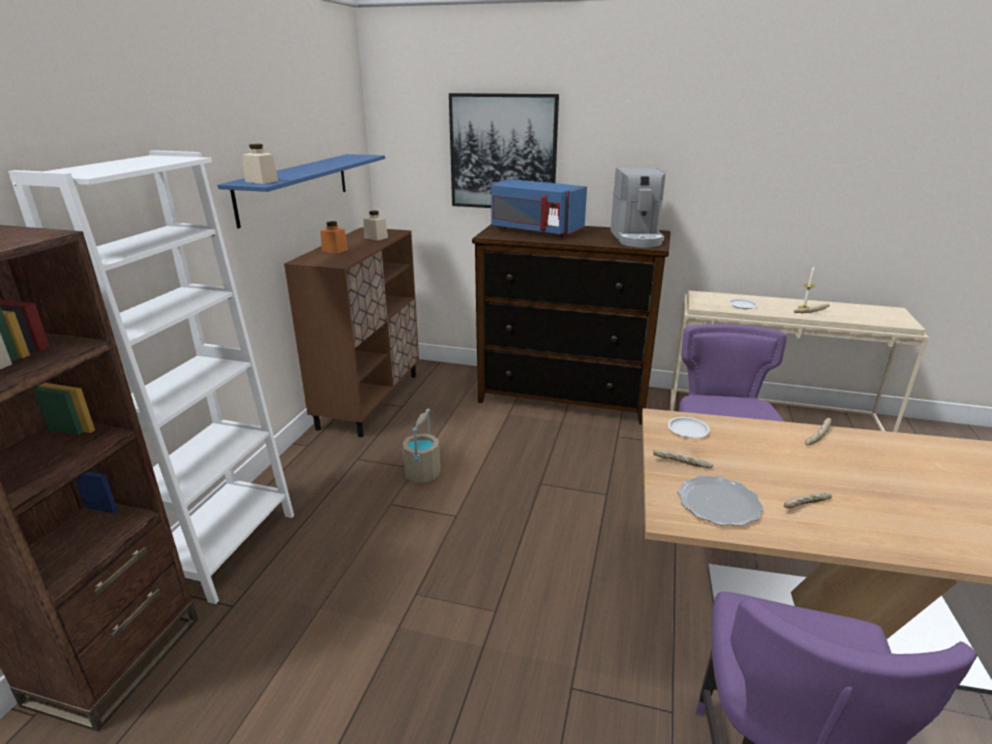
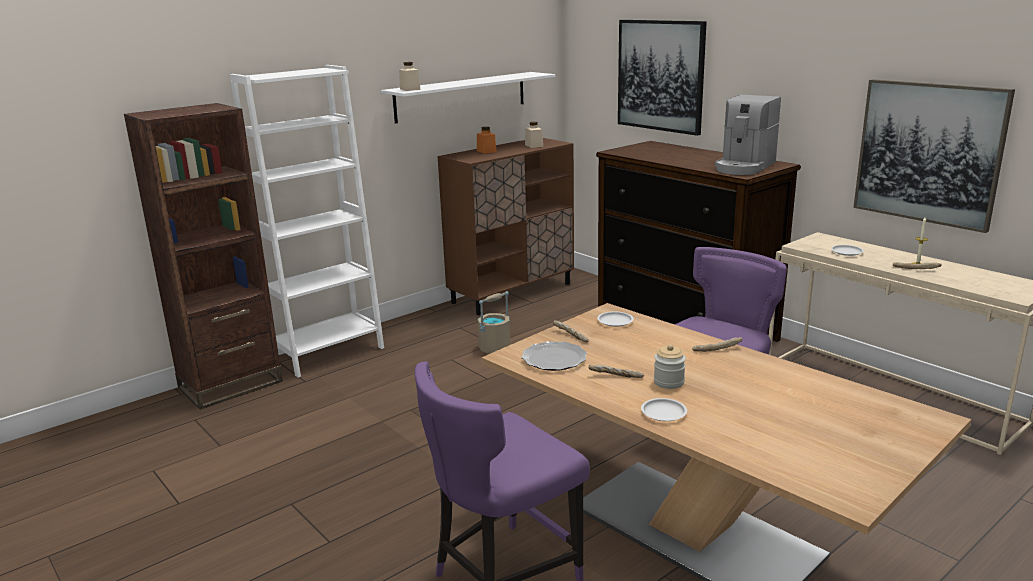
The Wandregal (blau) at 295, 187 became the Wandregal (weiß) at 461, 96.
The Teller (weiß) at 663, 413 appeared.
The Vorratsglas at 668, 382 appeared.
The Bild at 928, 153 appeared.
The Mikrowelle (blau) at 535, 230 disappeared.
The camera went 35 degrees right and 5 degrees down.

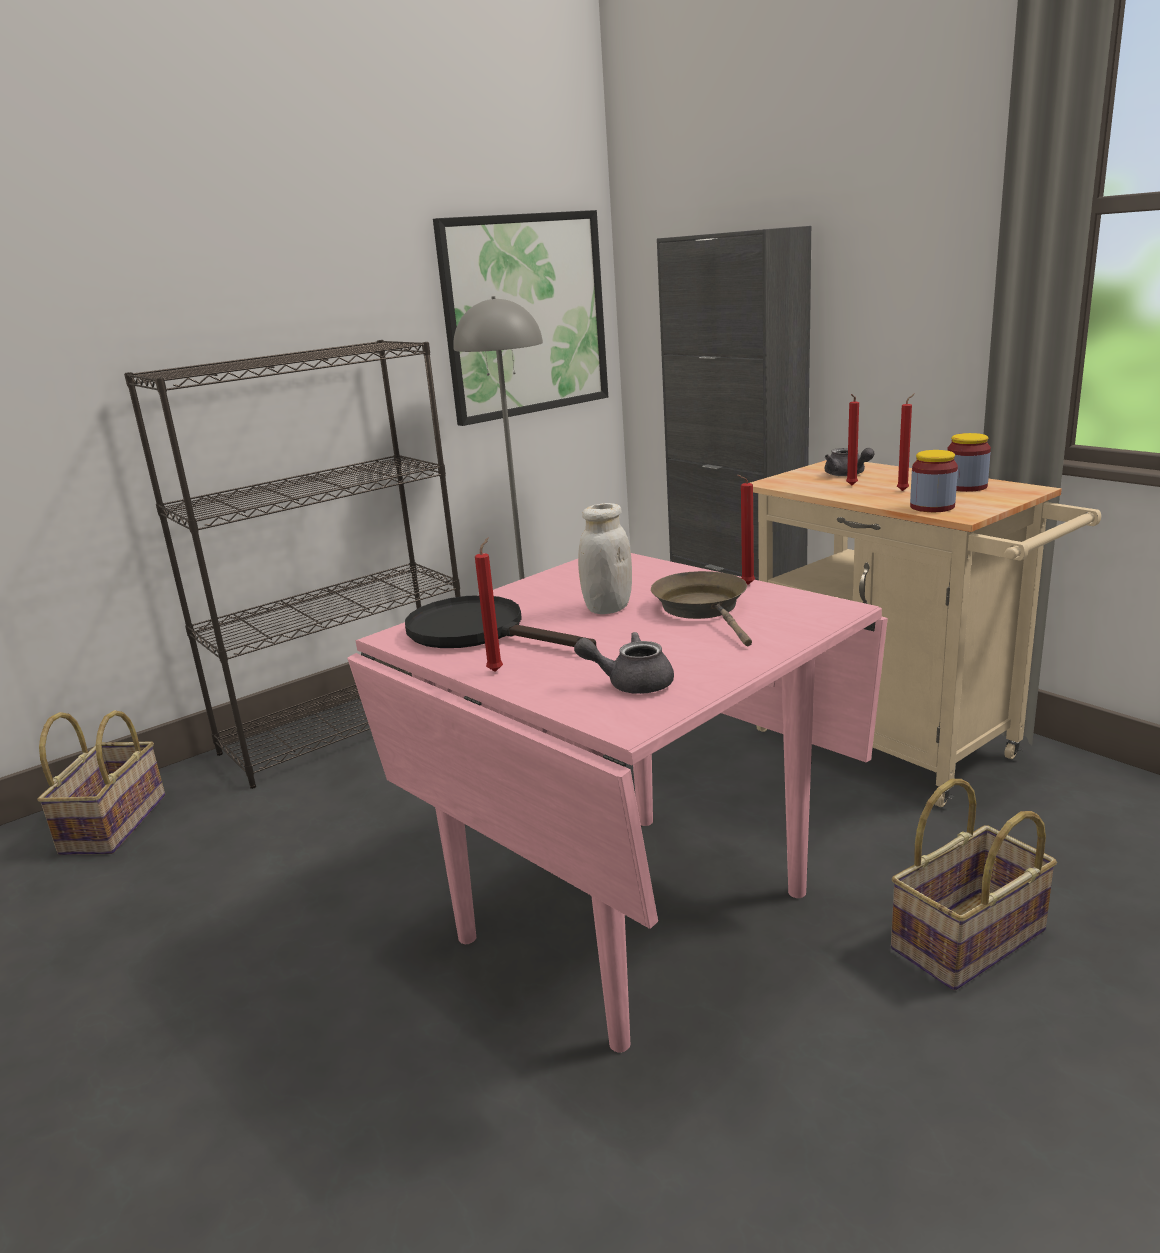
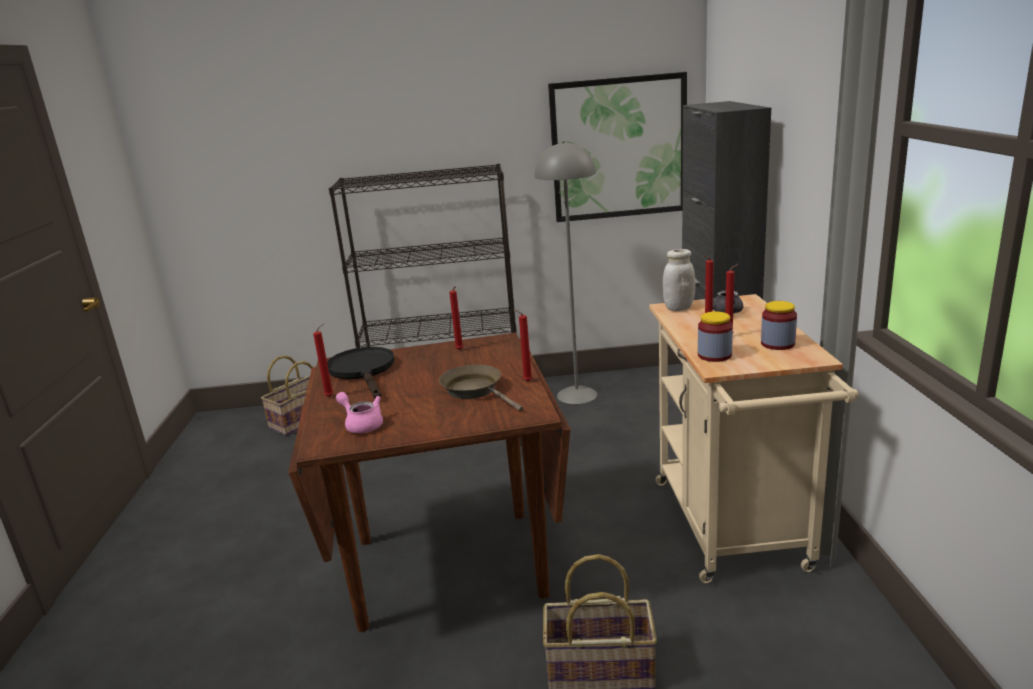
The Esstisch (rosa) at 632, 914 became the Esstisch (braun) at 448, 565.
The Teekanne (grau) at 631, 683 became the Teekanne (rosa) at 362, 424.
The Pfanne (braun) at 703, 609 turned 60 degrees counterclockwise.
The Kerze (rot) at 460, 350 appeared.
The Vorratsglas (weiß) moved from 607, 608 to 678, 308.
The camera went 35 degrees right and 0 degrees up.

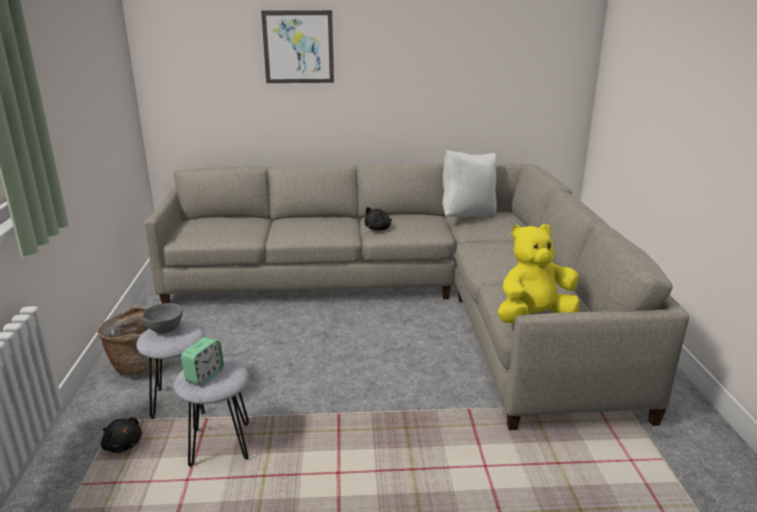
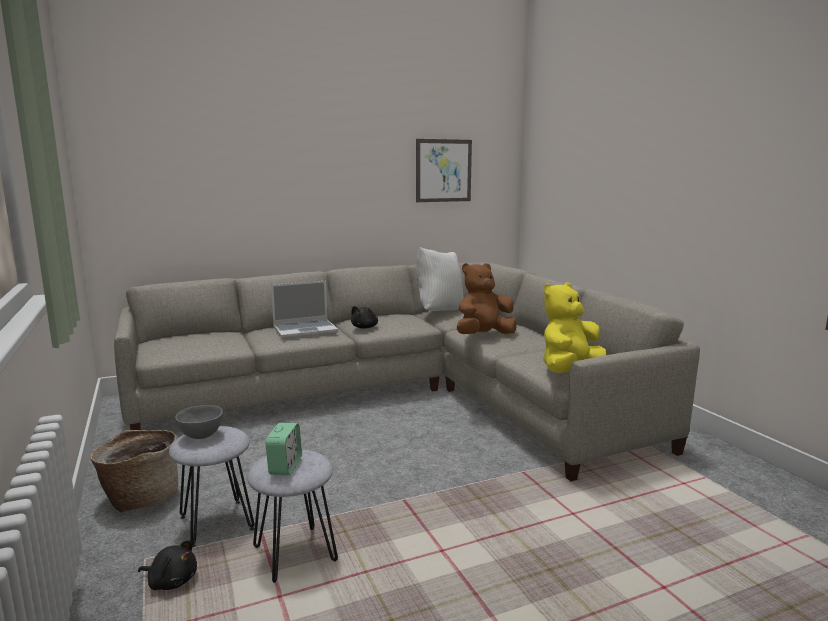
The Laptop at 306, 330 appeared.
The Bild moved from 298, 47 to 443, 170.
The Plüschtier (braun) at 483, 336 appeared.
The camera went 20 degrees left and 10 degrees down.

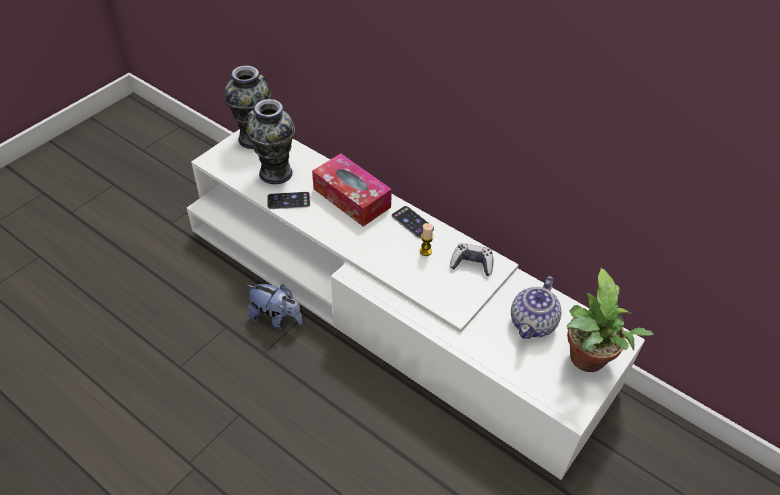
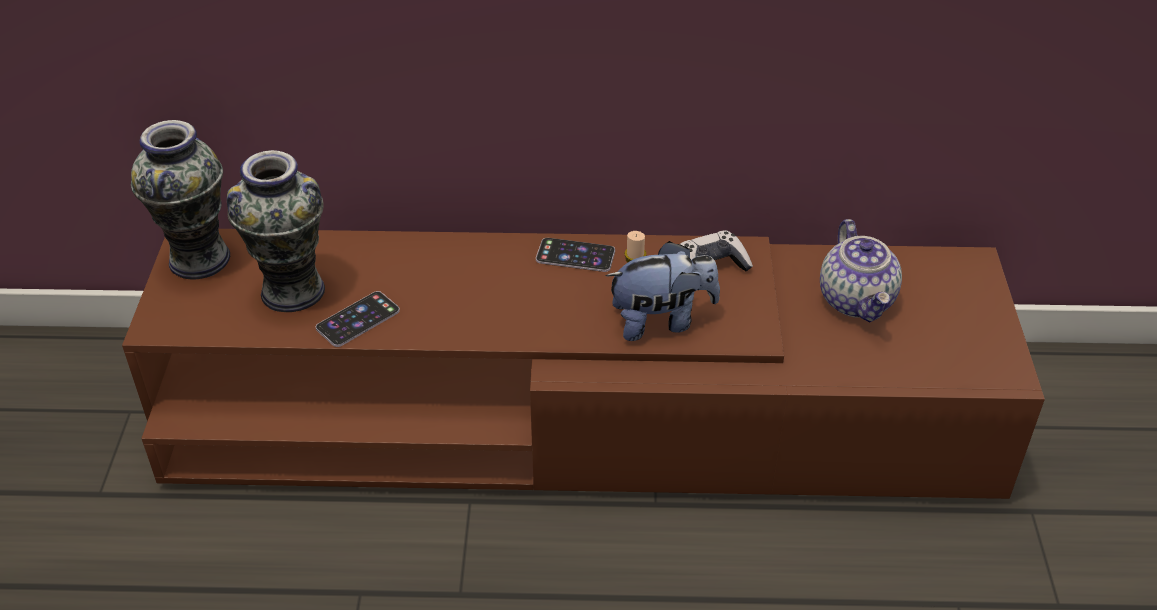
The Fernsehschrank (weiß) at 387, 305 became the Fernsehschrank (braun) at 578, 417.
The Plüschtier moved from 276, 318 to 661, 321.
The Taschentuchbox at 351, 198 disappeared.
The Topfpflanze at 588, 362 disappeared.
The camera went 35 degrees left and 5 degrees down.

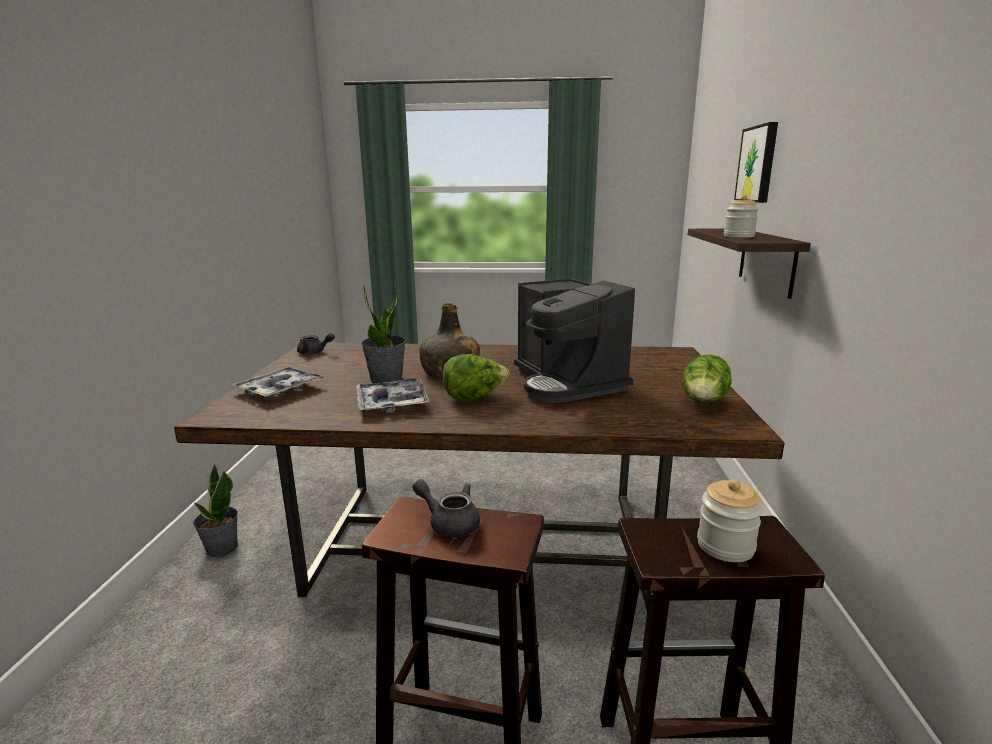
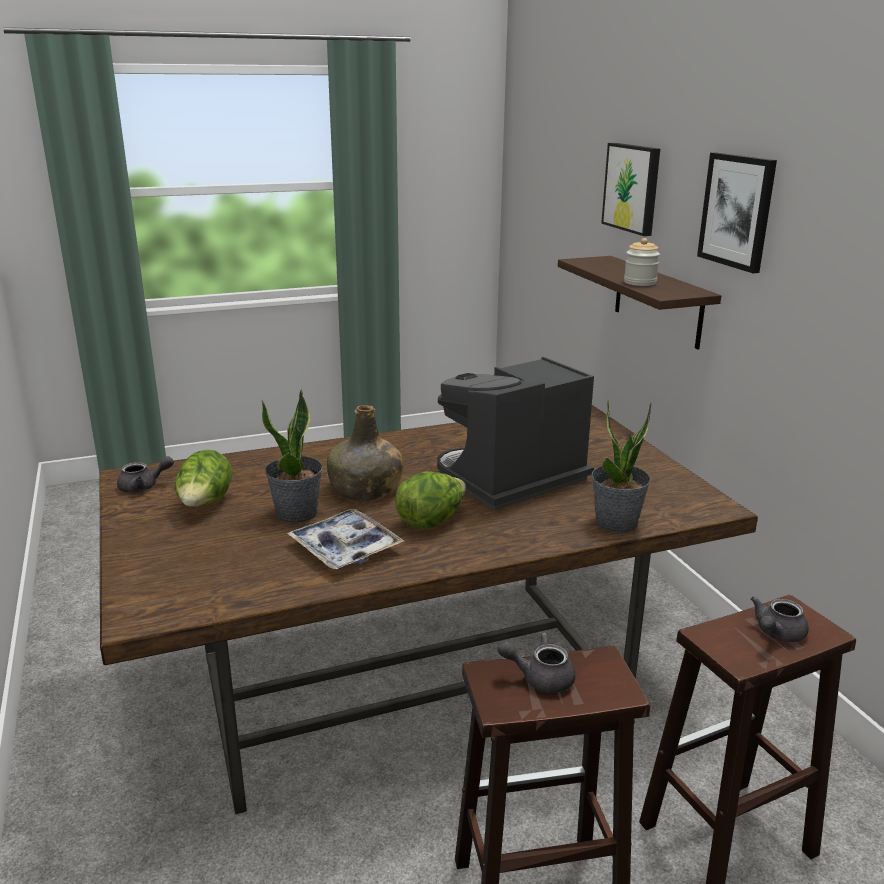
The Salatkopf moved from 703, 403 to 205, 505.
The Kaffeemaschine at 567, 383 turned 105 degrees clockwise.
The Topfpflanze moved from 221, 548 to 616, 523.
The Bild at 737, 211 appeared.
The Vorratsglas at 725, 546 was replaced by the Teekanne (grau) at 776, 634.
The Tablett at 280, 390 disappeared.
The camera went 25 degrees left and 5 degrees up.

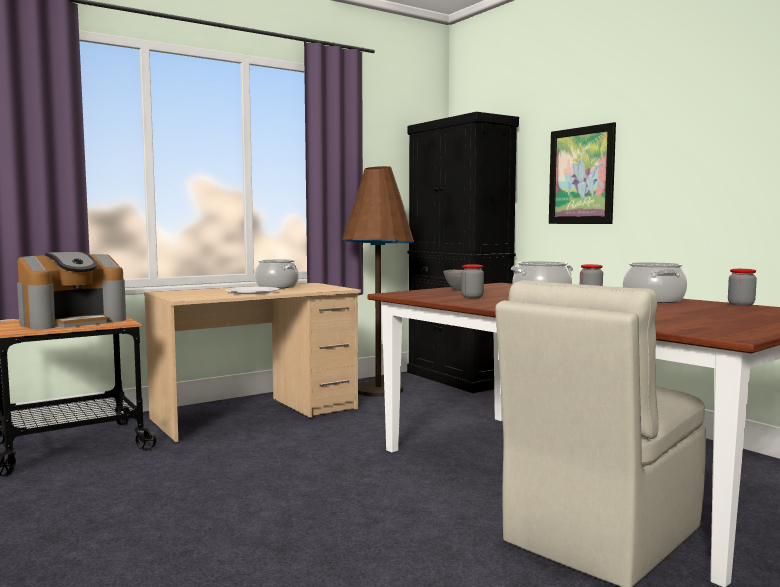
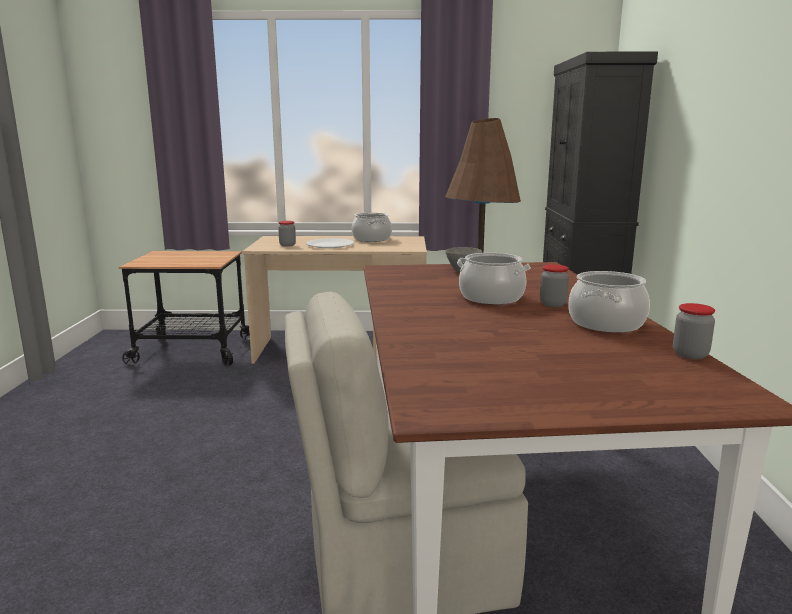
The Vorratsglas moved from 472, 297 to 287, 245.
The Kaffeemaschine at 73, 321 disappeared.
The Bild at 581, 176 disappeared.
The camera went 35 degrees right and 10 degrees up.

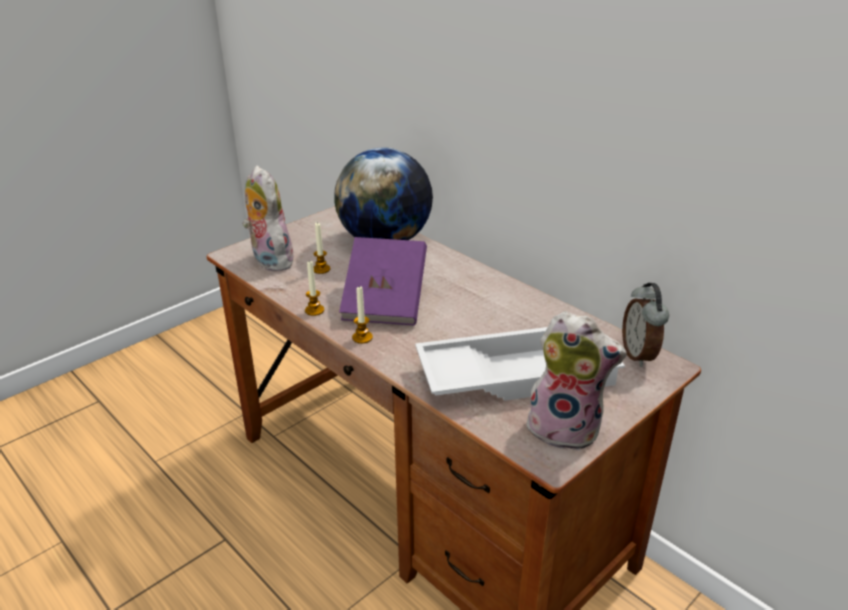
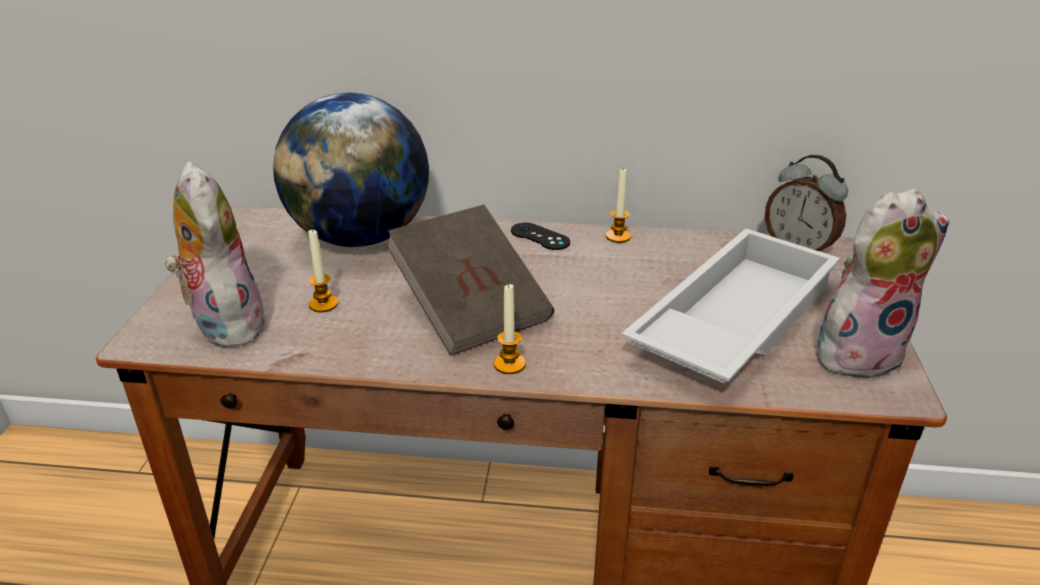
The Plüschtier at 269, 260 turned 45 degrees clockwise.
The Buch (lila) at 385, 301 became the Buch (braun) at 471, 308.
The Gamepad (schwarz) at 540, 237 appeared.
The Kerze moved from 314, 310 to 618, 237.
The camera went 40 degrees left and 0 degrees up.

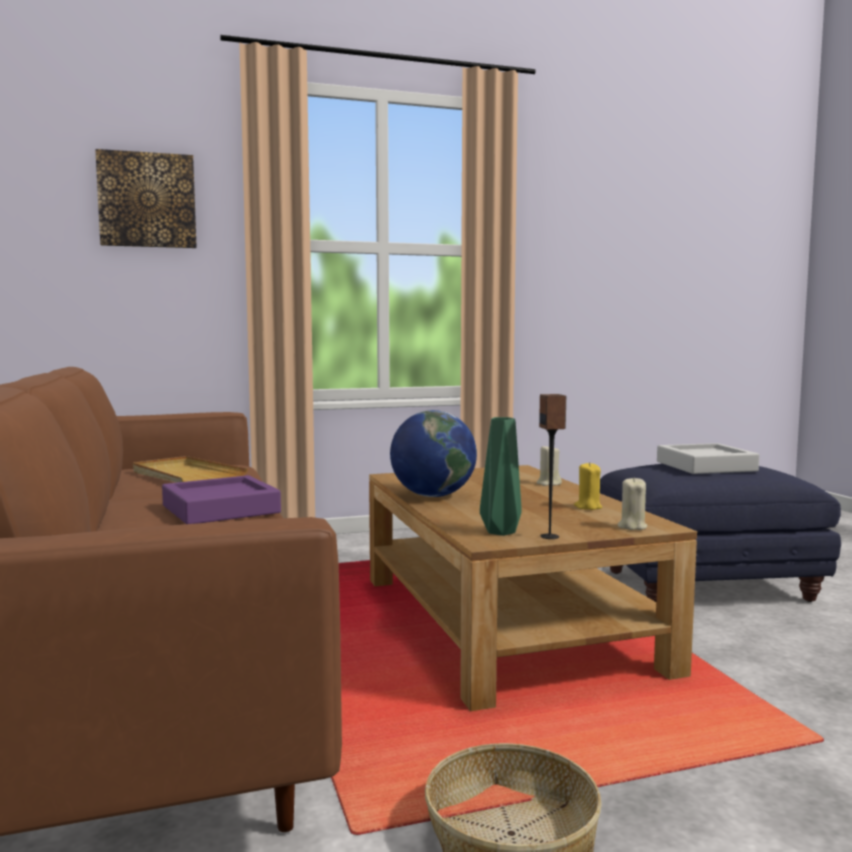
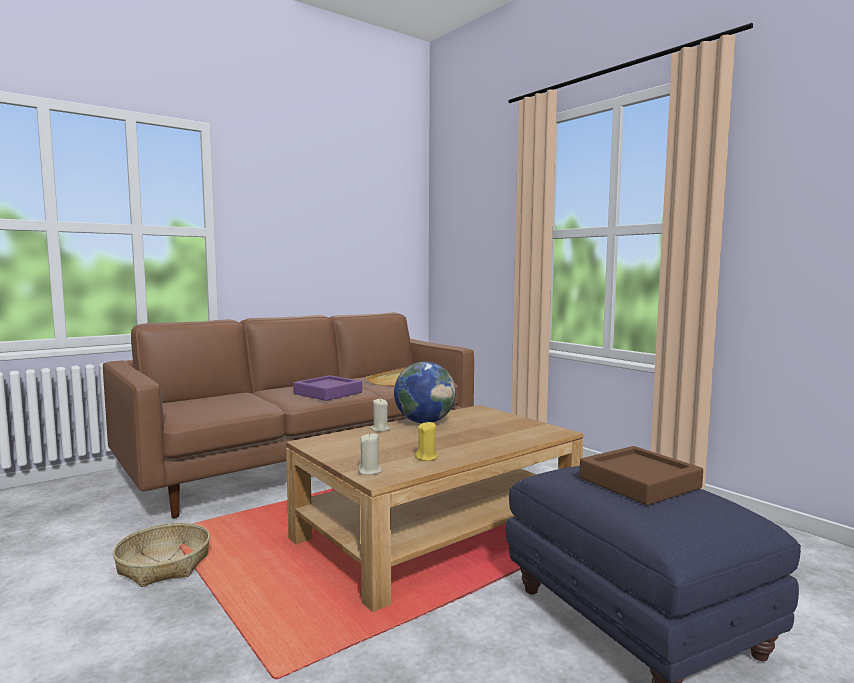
The Kerze (beige) moved from 548, 483 to 380, 429.
The Tablett (grau) at 705, 466 became the Tablett (braun) at 639, 483.
The Bild at 147, 200 disappeared.
The Vase (grün) at 502, 532 disappeared.
The Lautsprecher at 550, 536 disappeared.
The camera went 70 degrees right and 0 degrees up.

